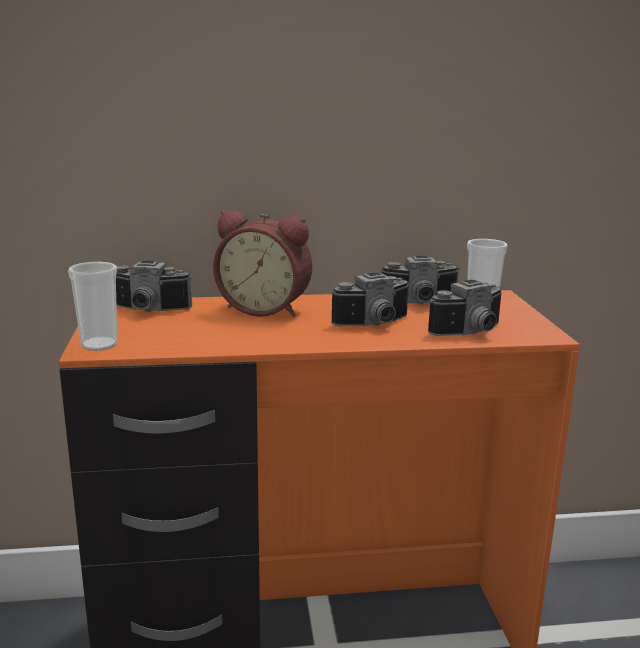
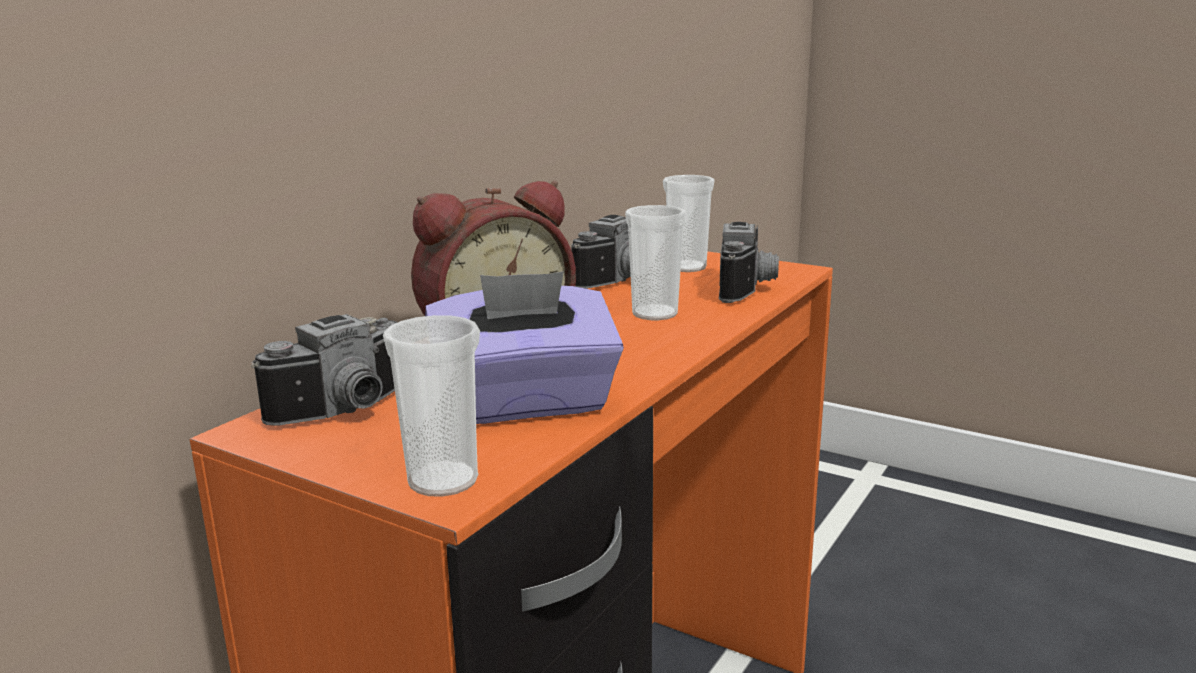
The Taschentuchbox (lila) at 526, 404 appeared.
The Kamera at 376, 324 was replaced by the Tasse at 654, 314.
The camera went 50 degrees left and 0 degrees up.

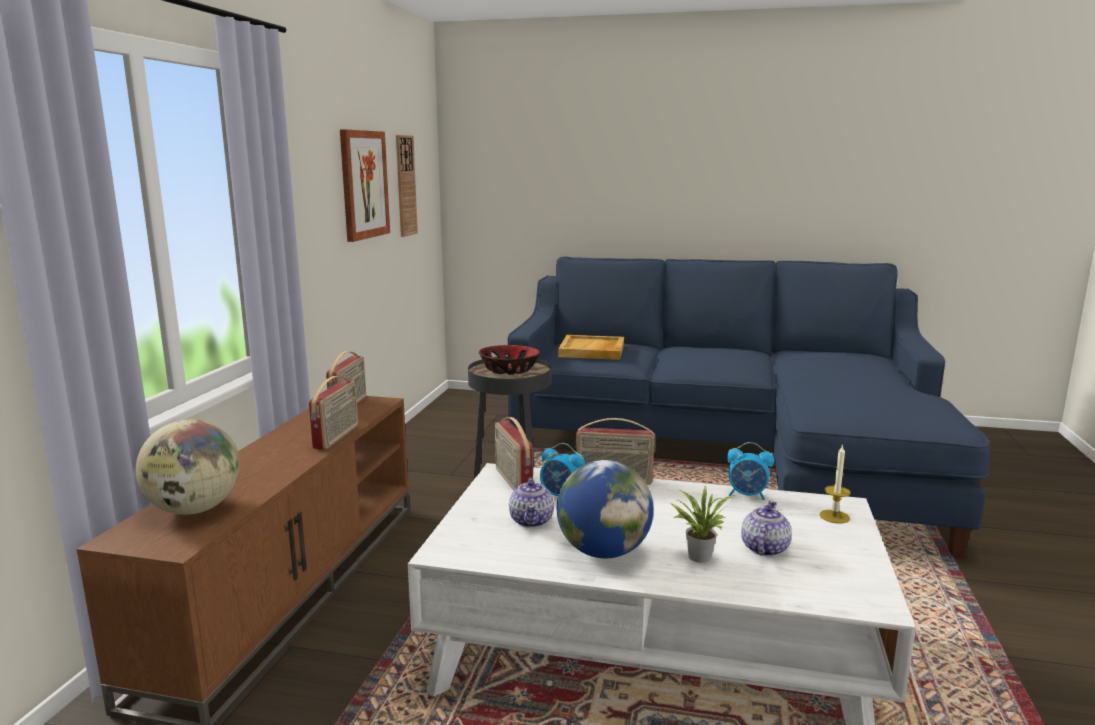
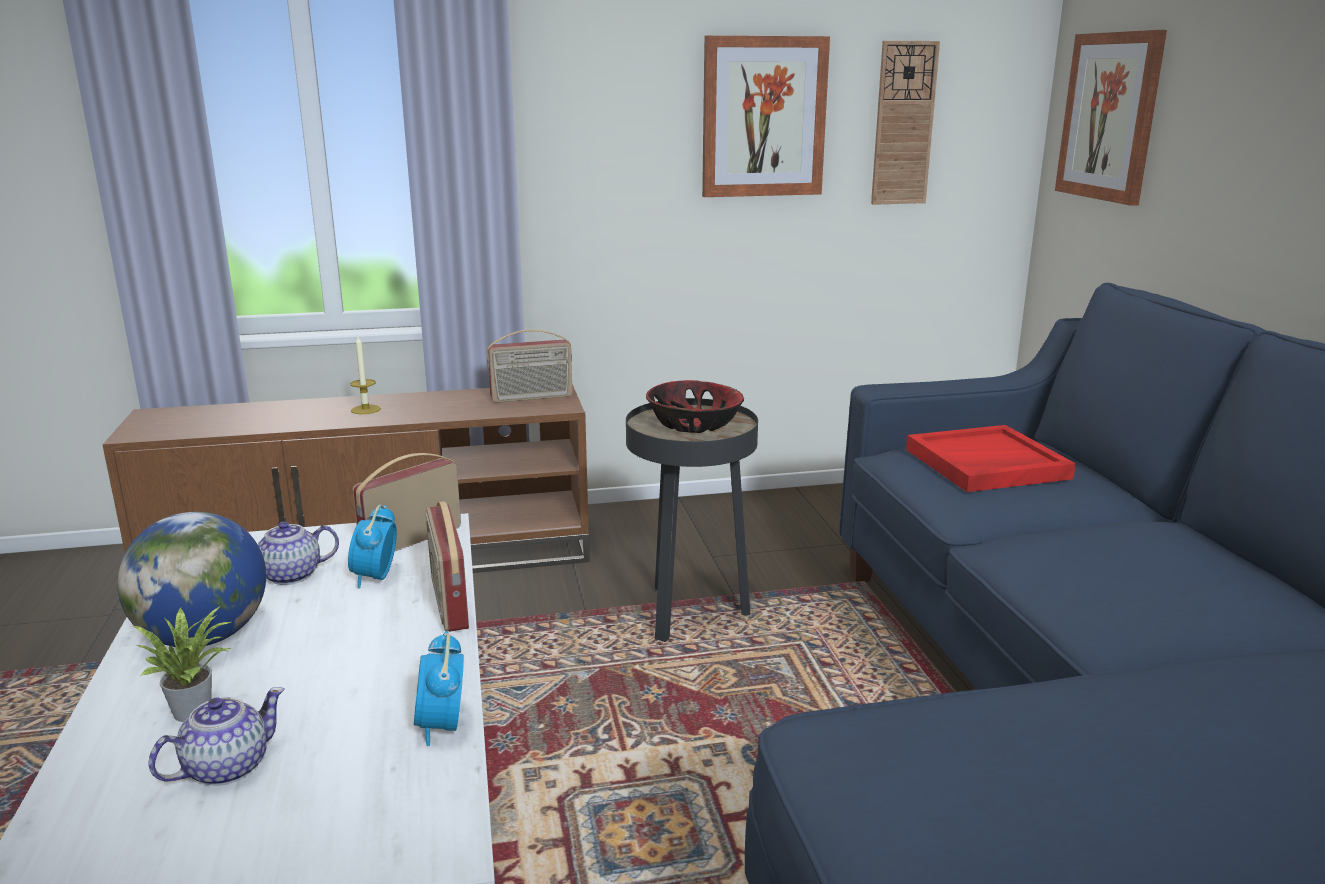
The Teekanne at 764, 548 turned 45 degrees counterclockwise.
The Kerze moved from 834, 516 to 365, 409.
The Tablett (beige) at 592, 350 became the Tablett (rot) at 986, 464.
The Bild at 1110, 117 appeared.
The Globus at 194, 509 disappeared.
The Radio at 337, 437 disappeared.
The camera went 65 degrees right and 5 degrees up.

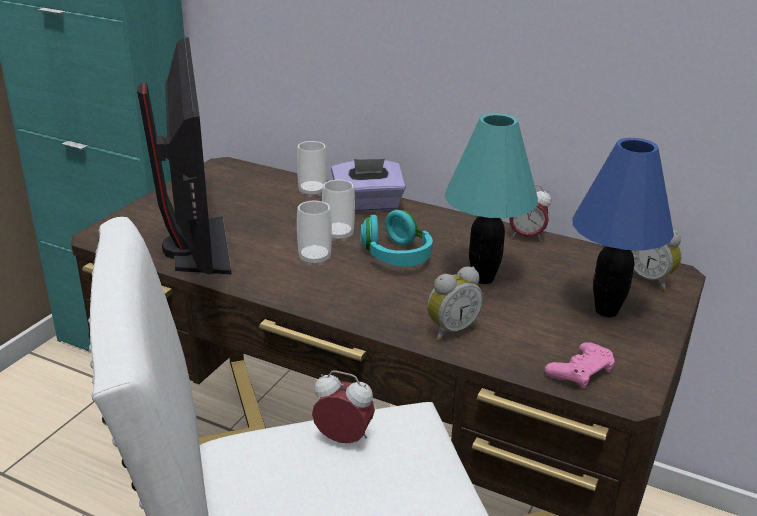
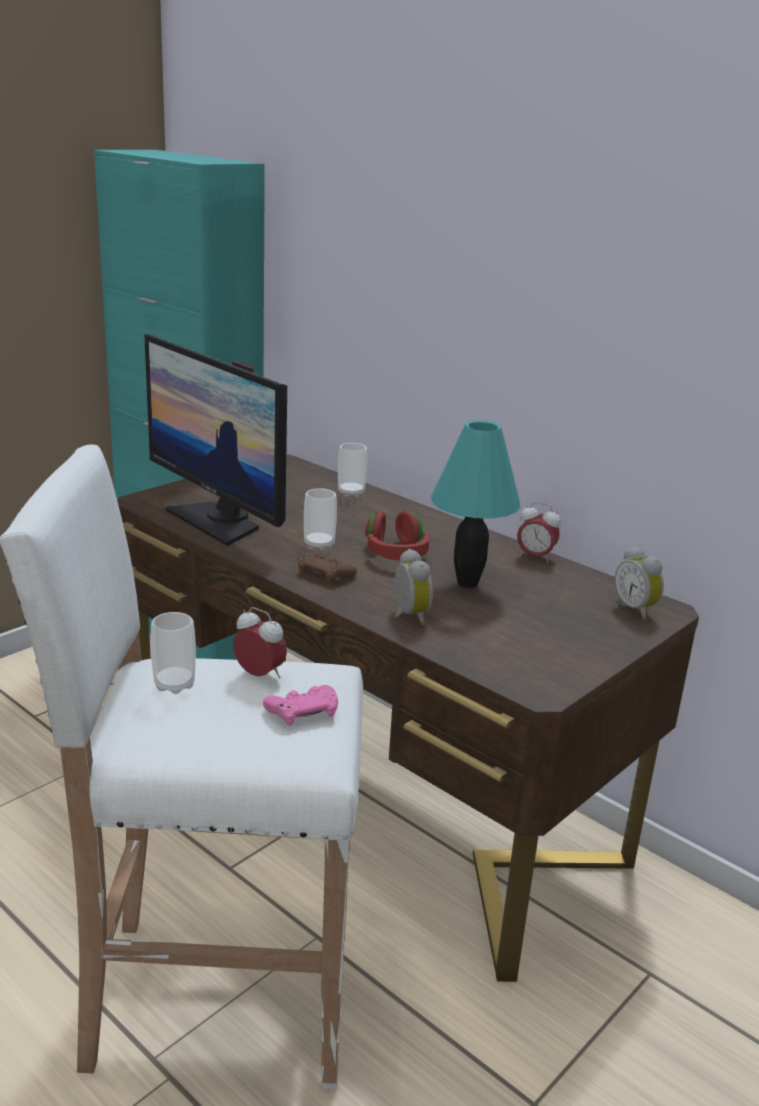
The Monitor at 196, 248 turned 135 degrees clockwise.
The Tasse moved from 338, 235 to 174, 684.
The Gamepad (rosa) moved from 580, 372 to 303, 711.
The Gamepad (braun) at 325, 574 appeared.
The Kopfhörer (türkis) at 396, 256 became the Kopfhörer (rot) at 395, 554.
The Wecker at 450, 330 turned 90 degrees counterclockwise.
The Taschentuchbox (lila) at 367, 205 disappeared.
The Tischlampe (blau) at 607, 311 disappeared.
The camera went 15 degrees right and 5 degrees down.

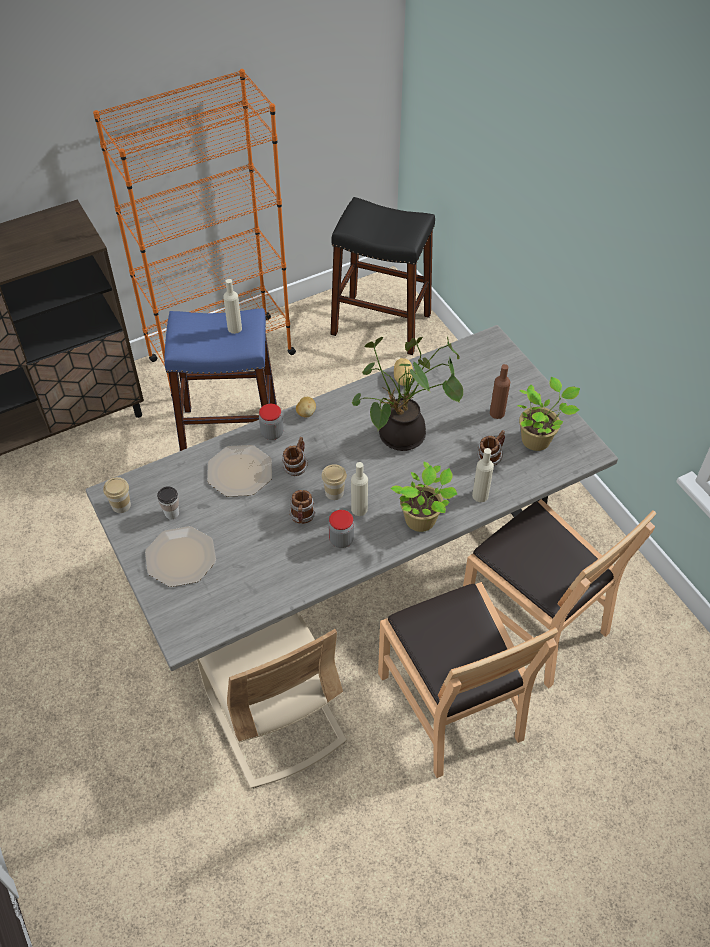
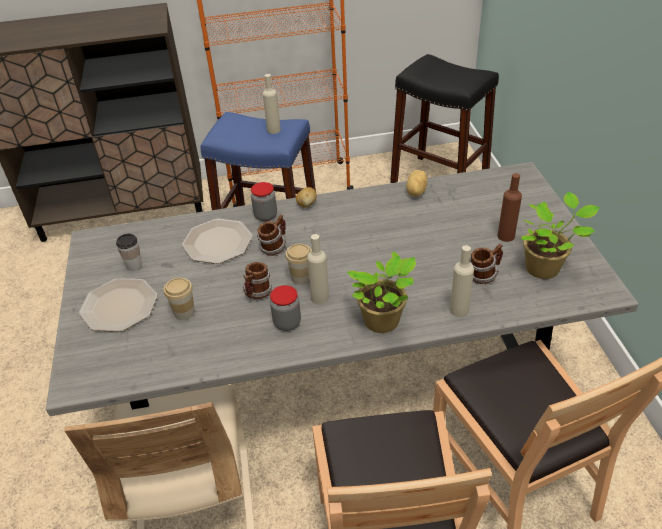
The Tasse moved from 121, 505 to 184, 312.
The Topfpflanze at 401, 439 disappeared.
The camera went 20 degrees right and 10 degrees down.

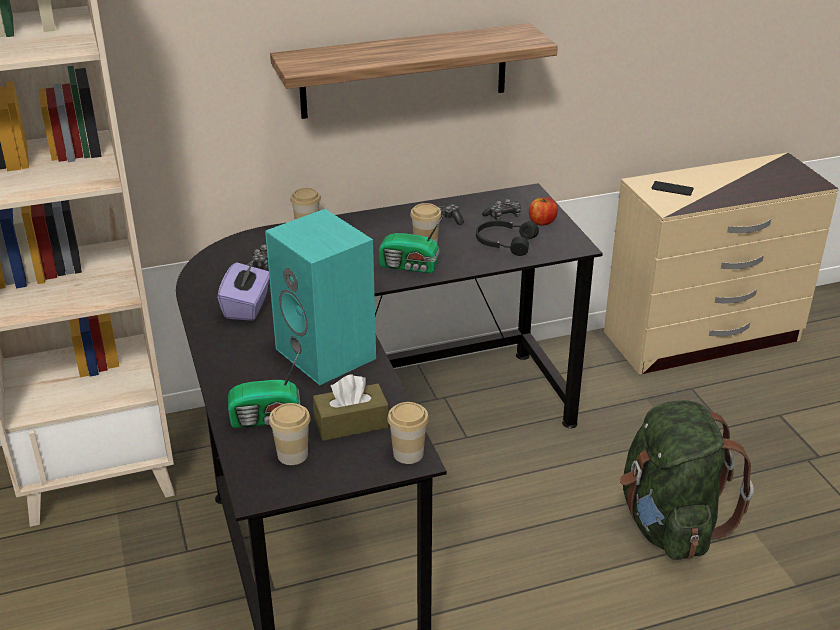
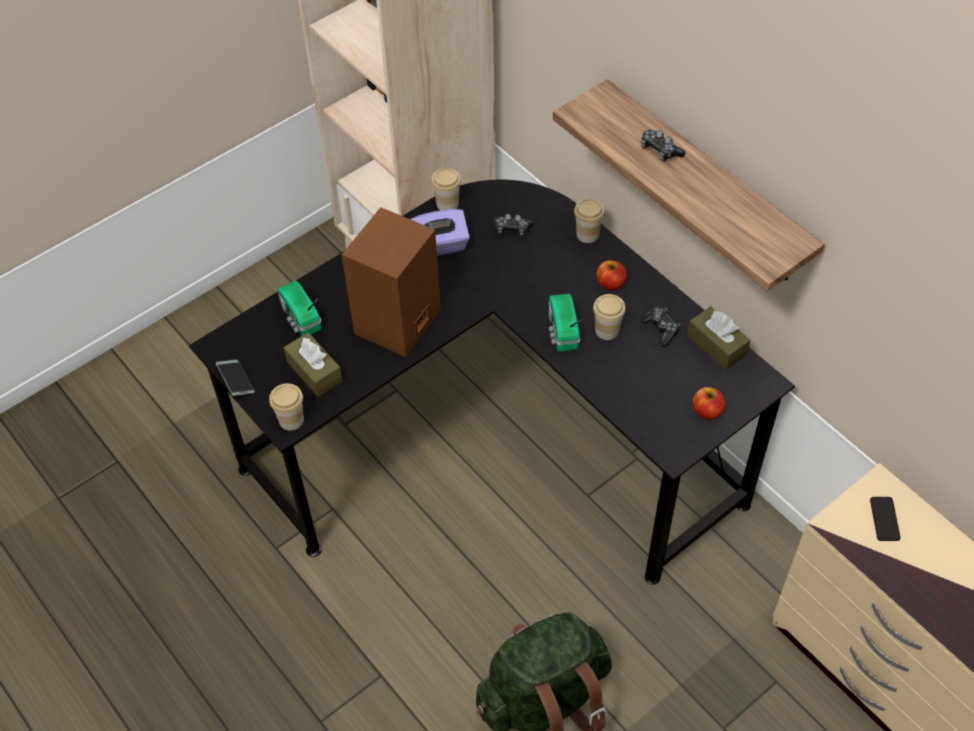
The Handy at 236, 380 appeared.
The Lautsprecher (türkis) at 328, 354 became the Lautsprecher (braun) at 398, 324.
The Tasse moved from 292, 455 to 447, 204.
The Apfel at 611, 283 appeared.
The Gamepad moved from 503, 216 to 660, 150.
The Taschentuchbox (braun) at 716, 345 appeared.
The Kopfhörer (schwarz) at 504, 243 disappeared.
The camera went 70 degrees right and 20 degrees up.

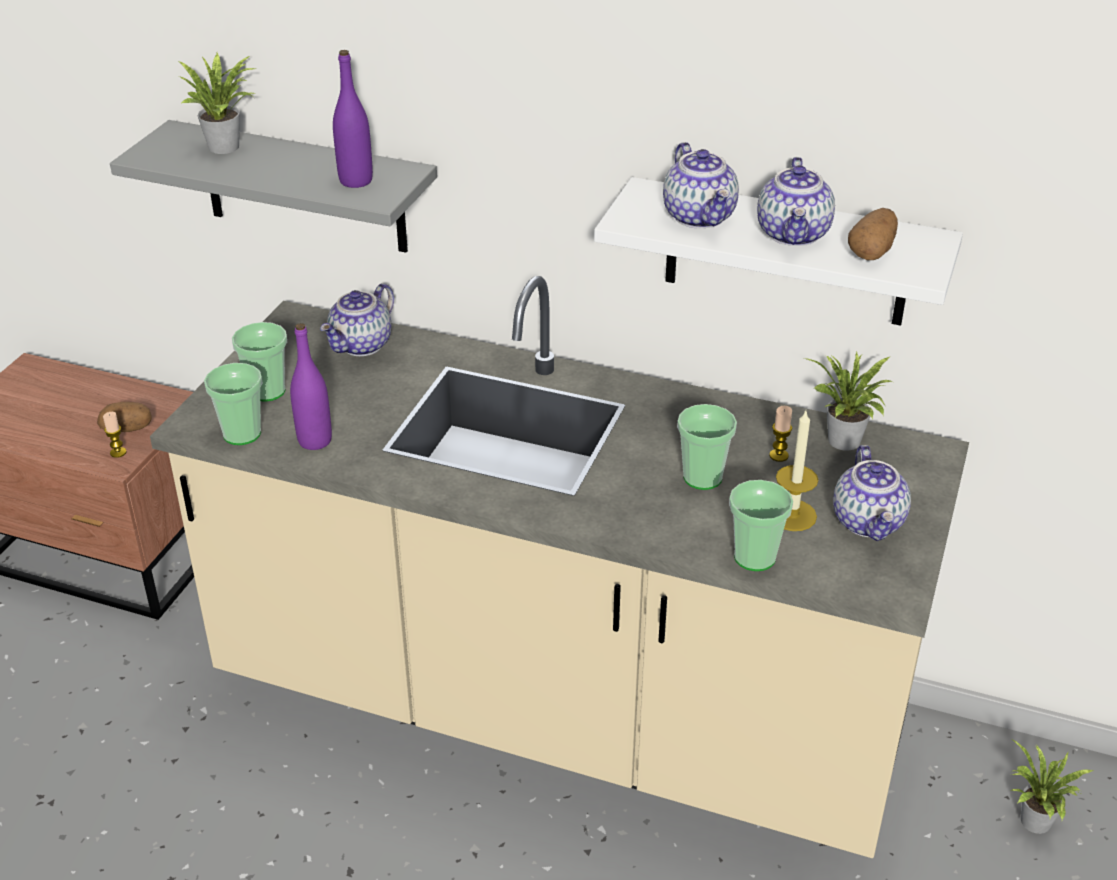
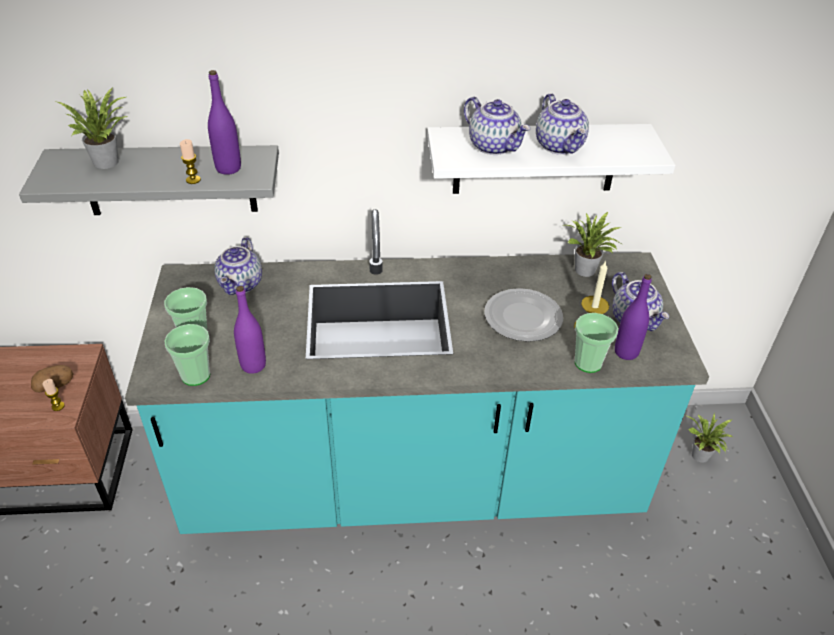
The Küchenzeile (beige) at 558, 710 became the Küchenzeile (türkis) at 412, 481.
The Kerze moved from 778, 456 to 193, 180.
The Tasse at 702, 477 was replaced by the Teller at 522, 318.
The Flasche (lila) at 626, 352 appeared.
The Kartoffel at 872, 252 disappeared.
The camera went 25 degrees left and 5 degrees up.

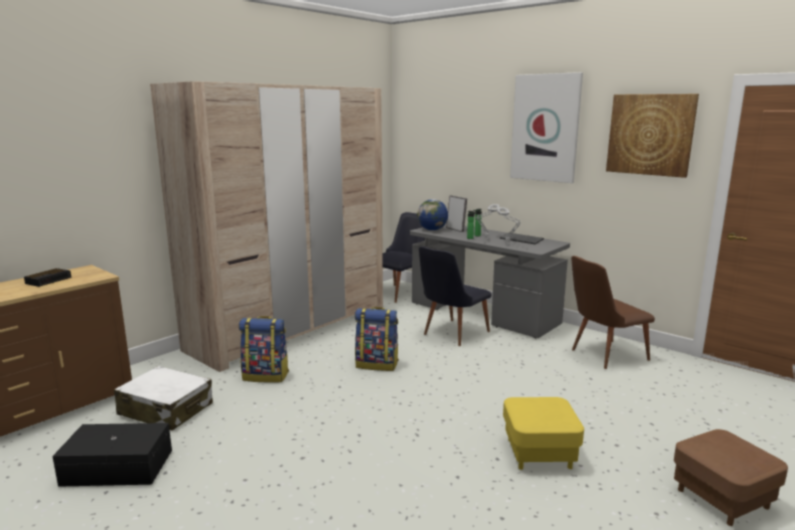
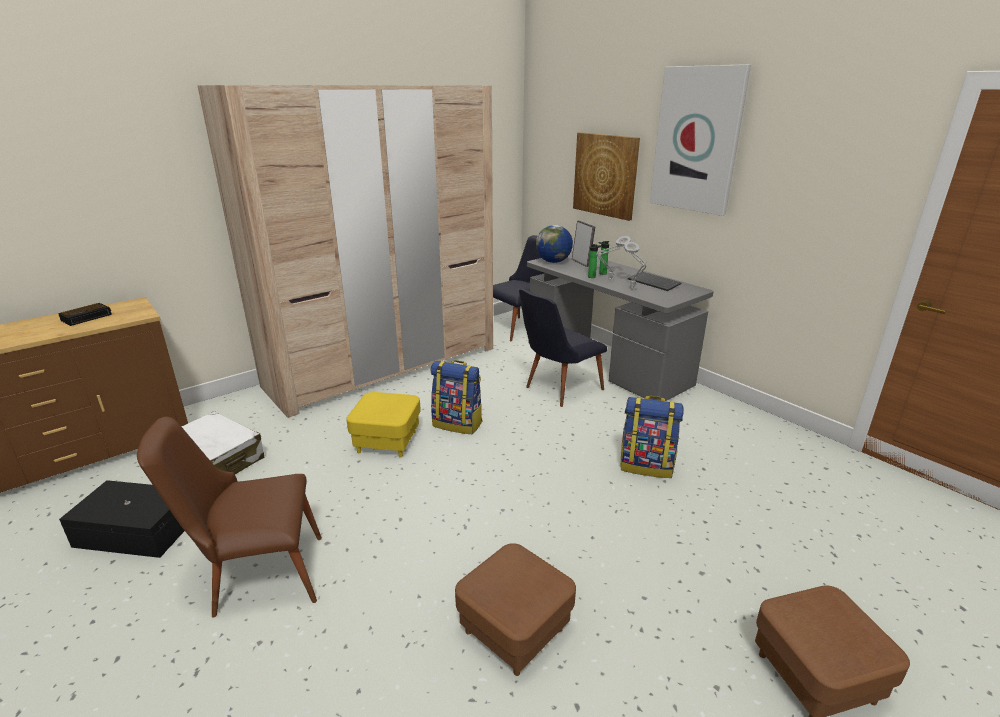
The Stuhl (braun) moved from 602, 355 to 257, 576.
The Polsterhocker (gelb) moved from 539, 453 to 387, 441.
The Polsterhocker (braun) at 514, 630 appeared.
The Bild moved from 650, 134 to 605, 175.
The Rucksack moved from 266, 376 to 646, 466.
The camera went 10 degrees right and 10 degrees up.

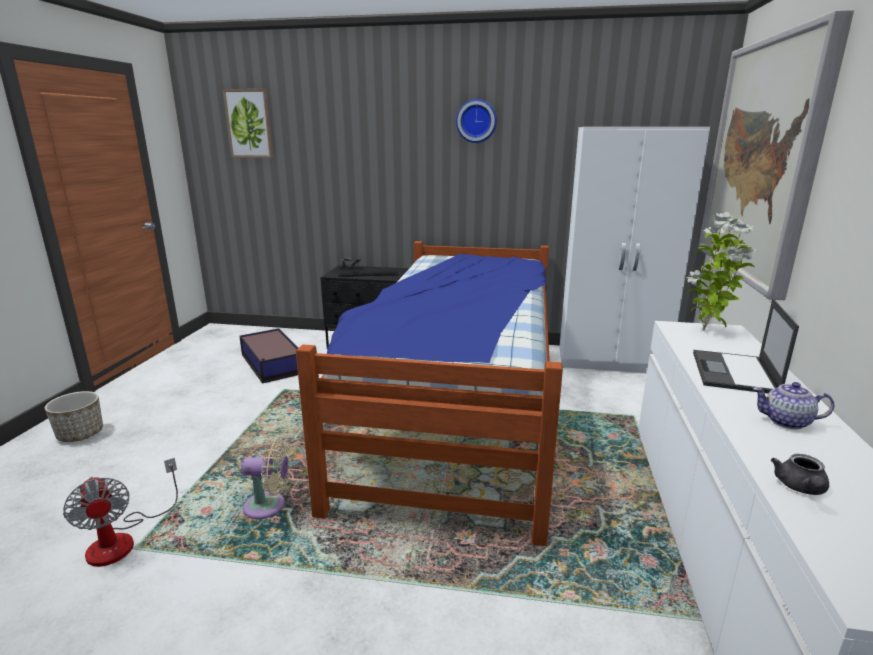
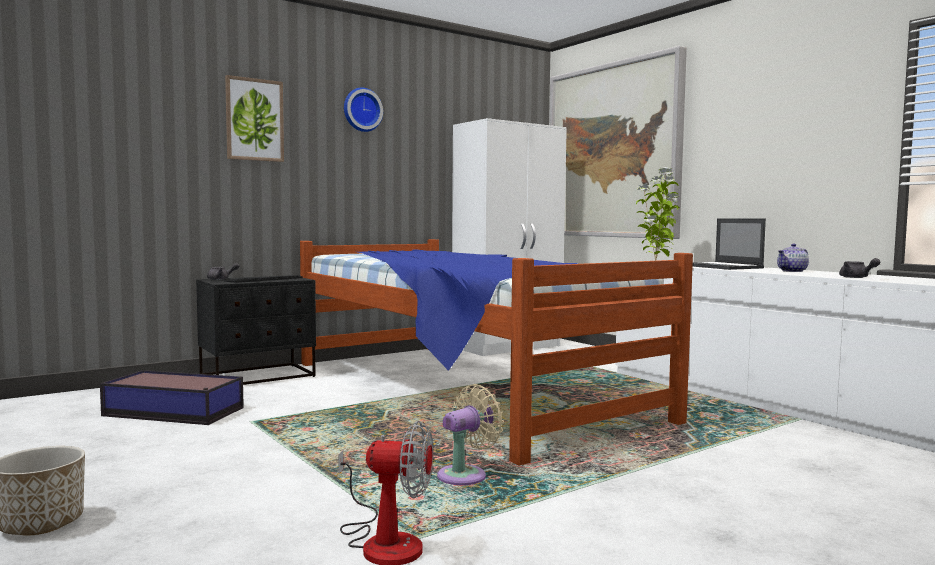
The Bild moved from 249, 124 to 254, 120.
The camera went 45 degrees left and 15 degrees down.

